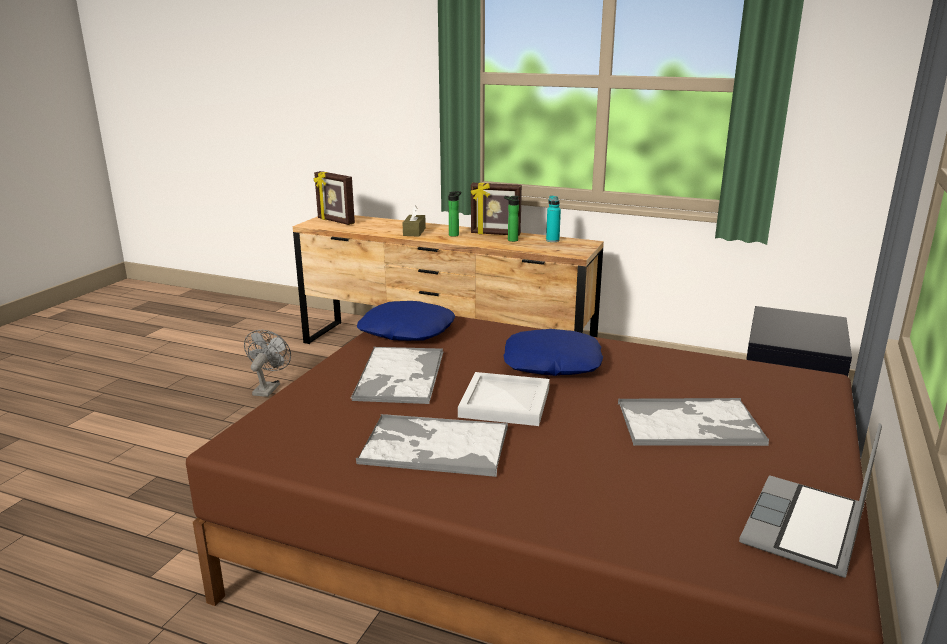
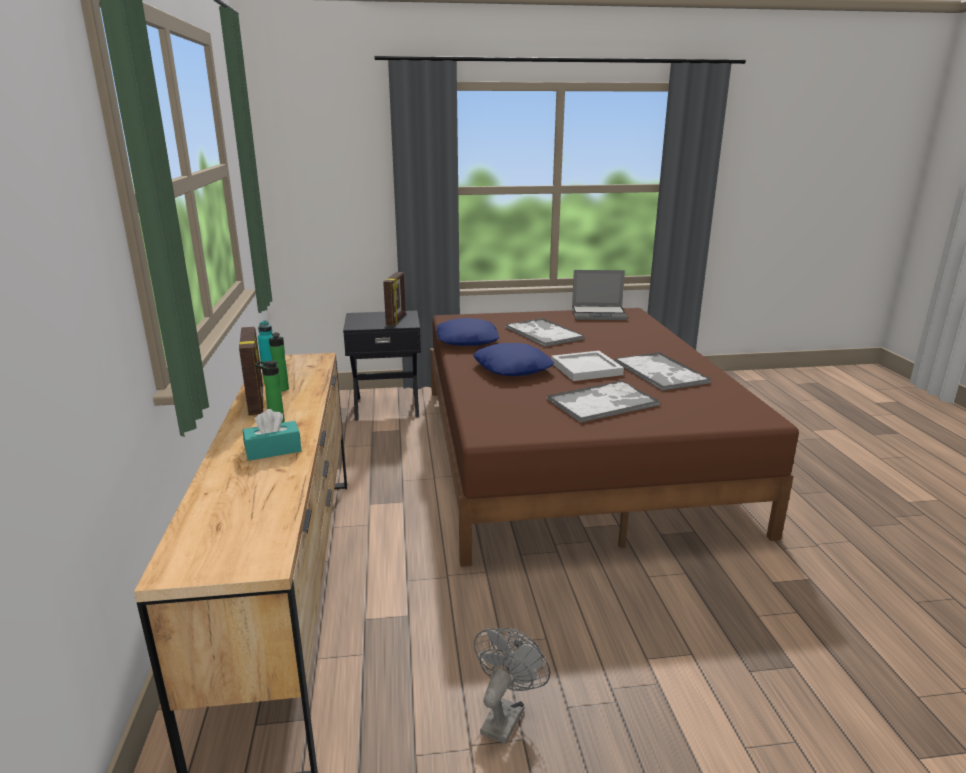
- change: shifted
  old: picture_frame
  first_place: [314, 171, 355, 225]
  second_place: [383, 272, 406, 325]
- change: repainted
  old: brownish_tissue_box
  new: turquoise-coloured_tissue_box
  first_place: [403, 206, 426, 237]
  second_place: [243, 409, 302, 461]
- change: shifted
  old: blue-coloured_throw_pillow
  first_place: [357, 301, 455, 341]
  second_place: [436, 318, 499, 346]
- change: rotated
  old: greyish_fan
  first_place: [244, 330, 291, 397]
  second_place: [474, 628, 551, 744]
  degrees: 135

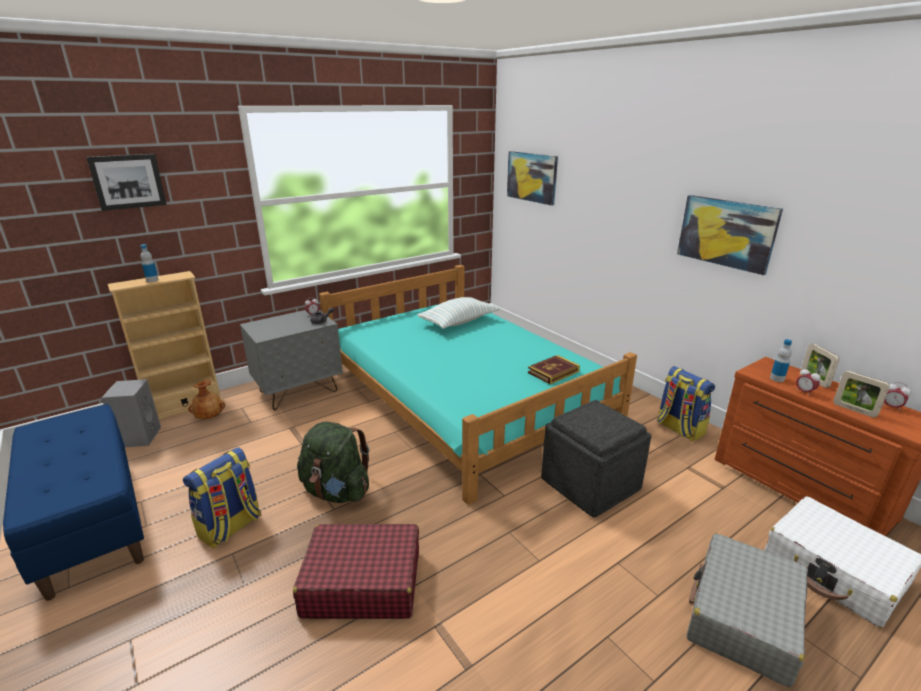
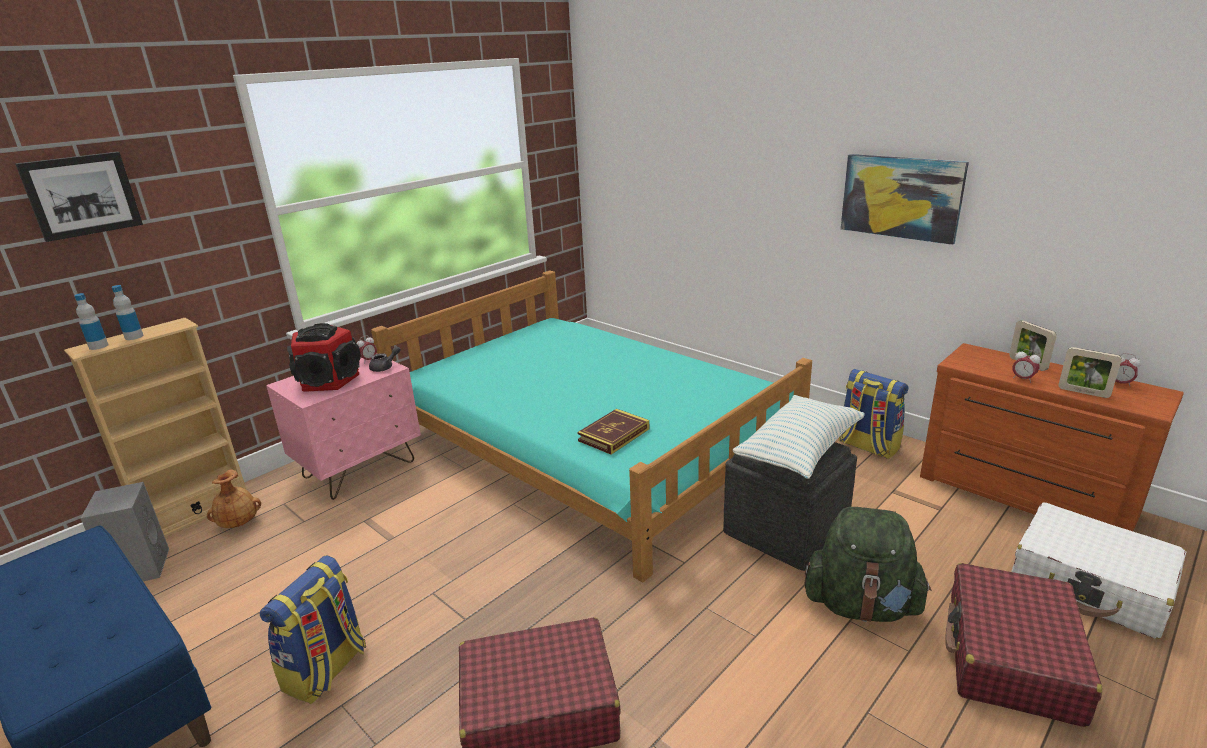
- change: gone
  old: picture
  first_place: [507, 151, 558, 206]
- change: shifted
  old: throw_pillow
  first_place: [417, 297, 499, 329]
  second_place: [732, 395, 865, 479]
- change: repainted
  old: greyish_bedside_table
  new: pink-coloured_bedside_table
  first_place: [240, 310, 343, 410]
  second_place: [266, 353, 421, 500]
- change: shifted
  old: bottle
  first_place: [770, 339, 792, 382]
  second_place: [74, 293, 109, 350]
- change: shifted
  old: volume
  first_place: [528, 355, 580, 385]
  second_place: [578, 409, 649, 455]
- change: shifted
  old: greenish_backpack
  first_place: [297, 421, 370, 503]
  second_place: [805, 507, 932, 622]
- change: repainted
  old: greyish_piece_of_luggage
  new: red_piece_of_luggage
  first_place: [687, 533, 808, 687]
  second_place: [945, 563, 1102, 727]
- change: new
  new: loudspeaker
  second_place: [287, 323, 361, 392]

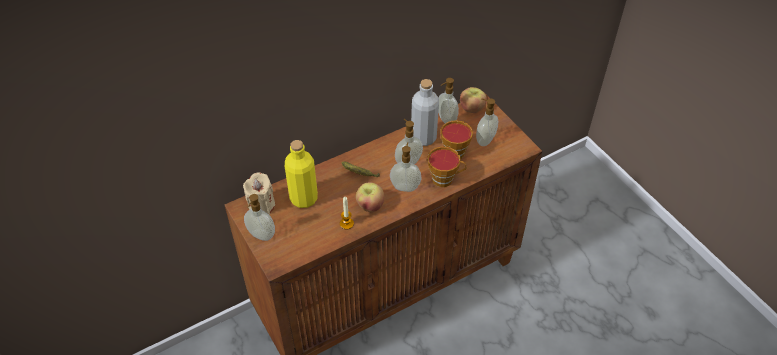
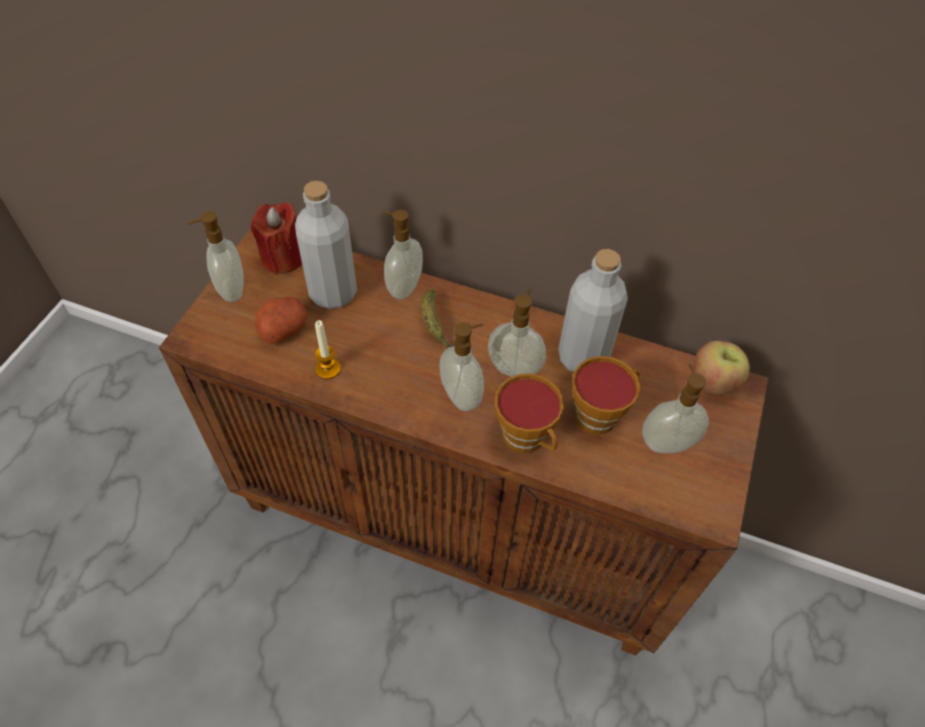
- change: shifted
  old: soap_bottle
  first_place: [438, 78, 459, 123]
  second_place: [382, 210, 423, 299]
- change: repainted
  old: yellow_bottle
  new: greyish_bottle
  first_place: [285, 140, 318, 208]
  second_place: [295, 181, 357, 309]
- change: repainted
  old: beige_candle
  new: red_candle
  first_place: [243, 172, 275, 214]
  second_place: [251, 202, 302, 275]
- change: gone
  old: apple_fruit
  first_place: [356, 182, 384, 212]
- change: new
  new: spud
  second_place: [255, 297, 307, 345]

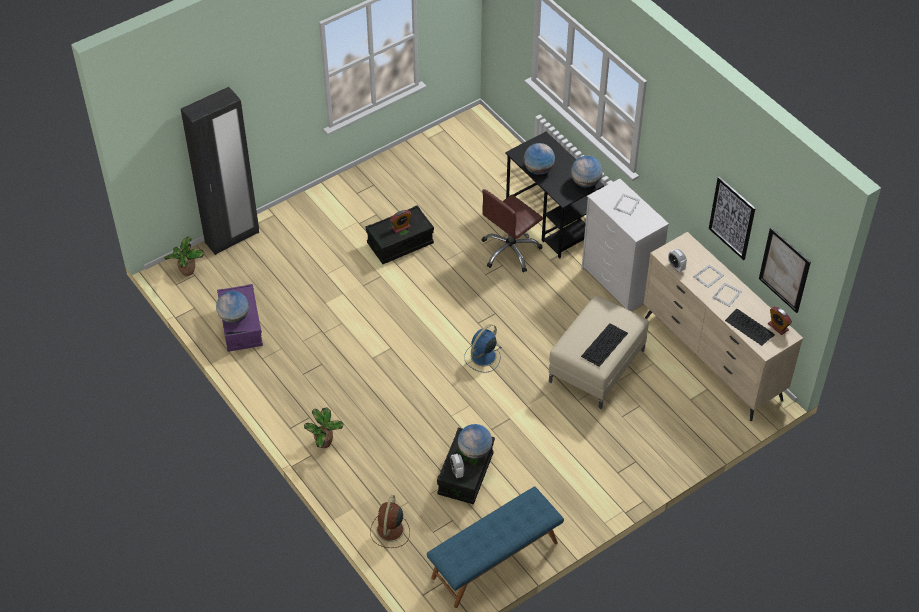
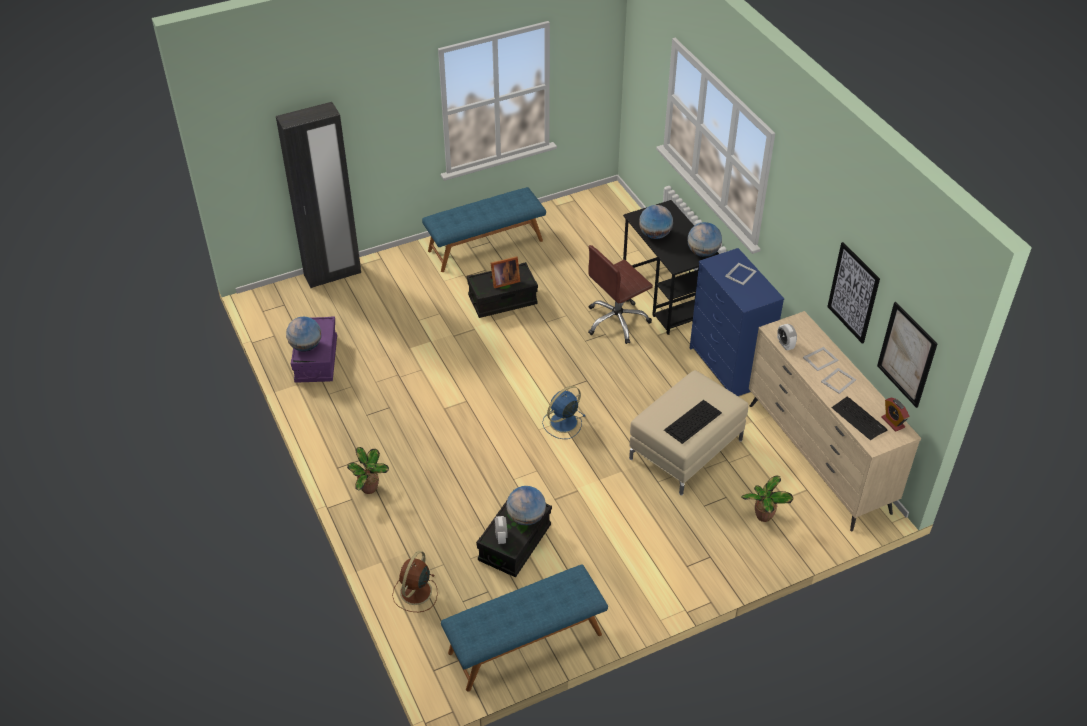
- change: repainted
  old: white_dresser
  new: blue-coloured_dresser
  first_place: [582, 178, 669, 311]
  second_place: [690, 248, 784, 396]
- change: swapped
  old: alarm_clock
  new: picture_frame
  first_place: [390, 210, 412, 233]
  second_place: [490, 256, 520, 288]
- change: shifted
  old: potted_plant
  first_place: [164, 237, 205, 276]
  second_place: [741, 476, 794, 522]
- change: new
  new: blue-coloured_bench
  second_place: [422, 187, 546, 272]

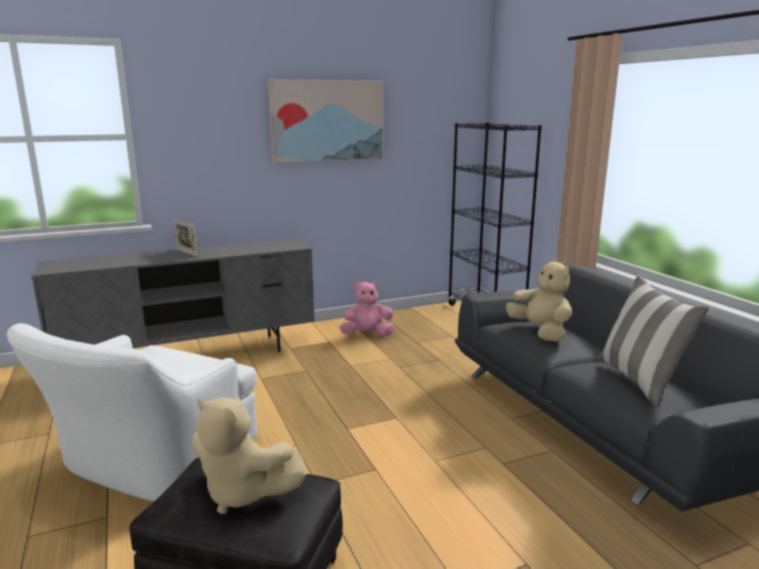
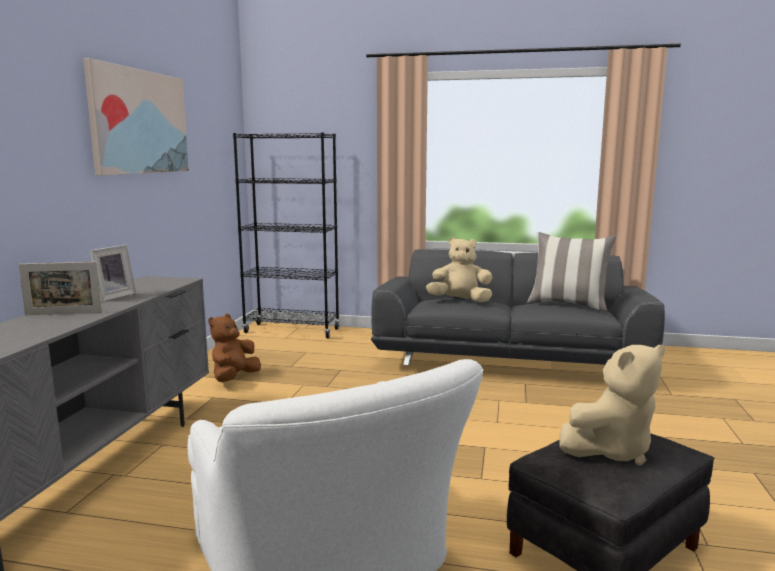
- change: repainted
  old: pink-coloured_cuddly_toy
  new: brownish_cuddly_toy
  first_place: [339, 281, 394, 336]
  second_place: [208, 314, 261, 382]
- change: new
  new: picture_frame
  second_place: [90, 244, 136, 302]

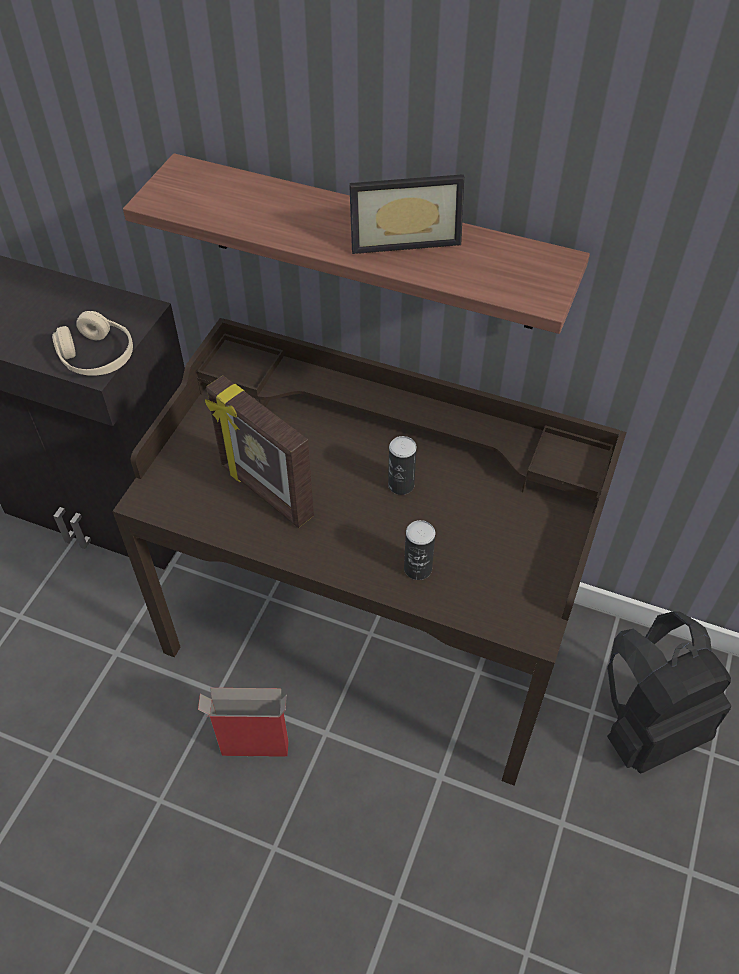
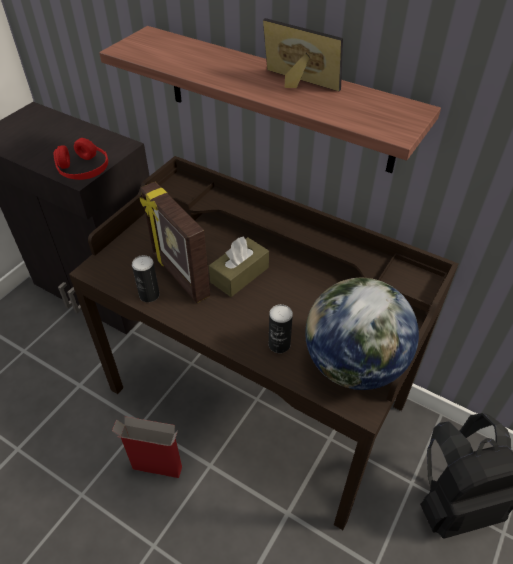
- change: rotated
  old: picture_frame
  first_place: [349, 174, 464, 254]
  second_place: [263, 18, 343, 91]
  degrees: -150
- change: repainted
  old: beige_headset
  new: red_headset
  first_place: [52, 311, 133, 376]
  second_place: [54, 138, 108, 180]
- change: shifted
  old: can
  first_place: [388, 436, 417, 495]
  second_place: [132, 255, 160, 302]
- change: new
  new: brownish_tissue_box
  second_place: [209, 237, 269, 297]
- change: new
  new: desk_globe
  second_place: [305, 278, 419, 390]

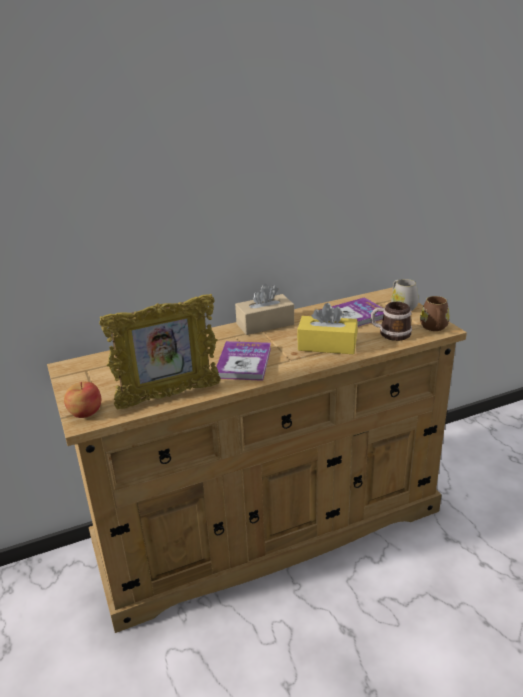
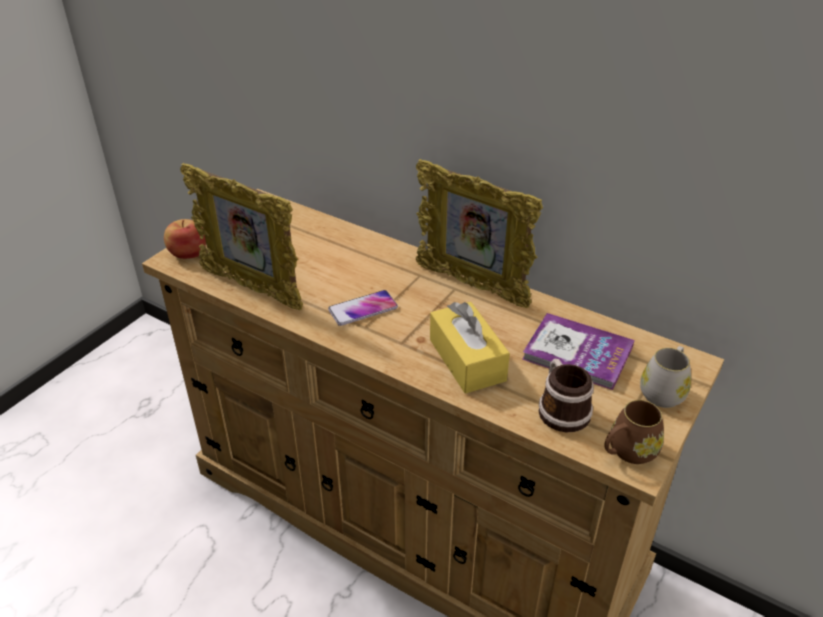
- change: swapped
  old: beige_tissue_box
  new: picture_frame
  first_place: [235, 284, 294, 335]
  second_place: [416, 159, 543, 308]
- change: swapped
  old: volume
  new: phone
  first_place: [216, 341, 271, 381]
  second_place: [328, 290, 398, 326]

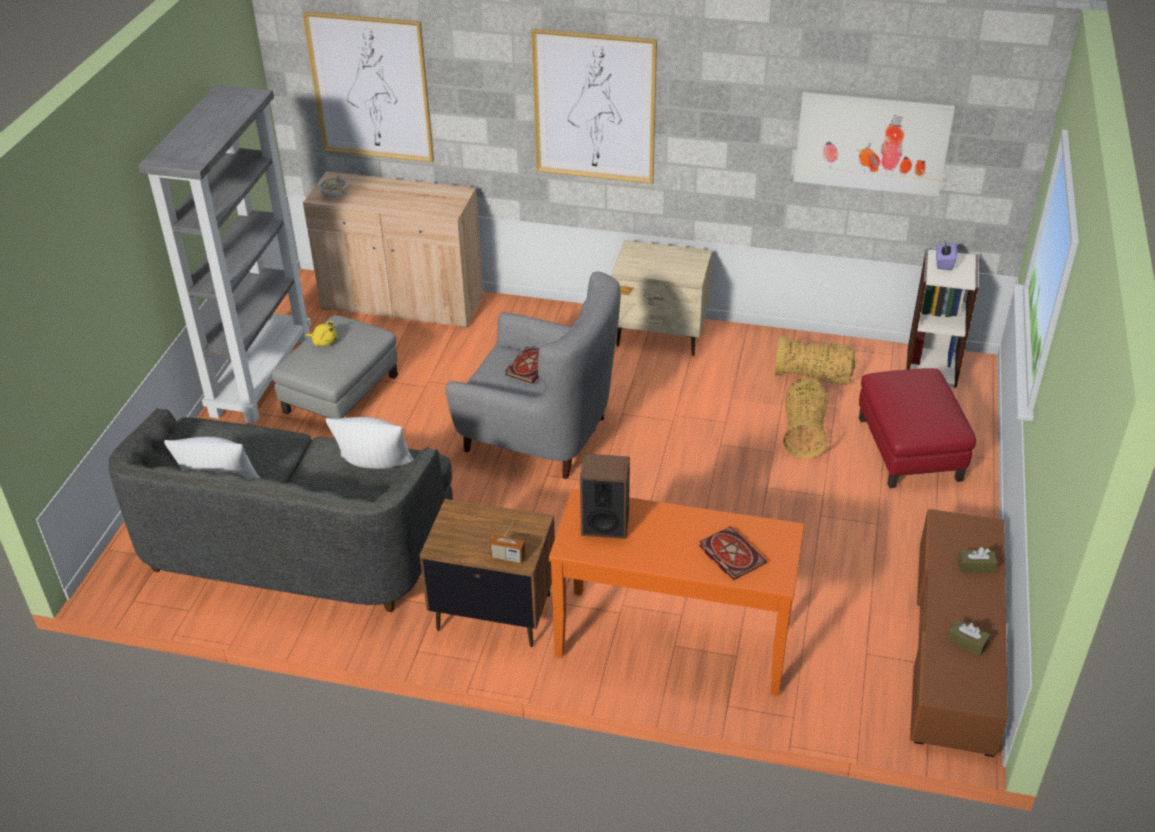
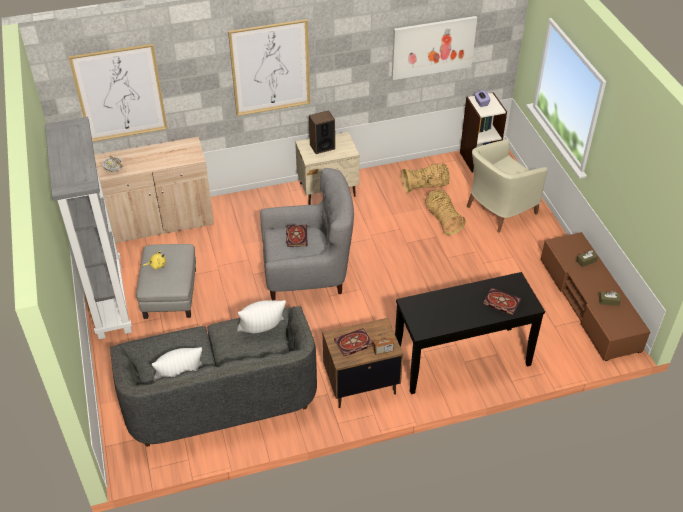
- change: swapped
  old: red_pouffe
  new: beige_lounge_chair
  first_place: [859, 368, 976, 488]
  second_place: [467, 140, 548, 233]
- change: shifted
  old: loudspeaker
  first_place: [580, 454, 630, 539]
  second_place: [309, 110, 335, 154]
- change: repainted
  old: orange-coloured_narrow_table
  new: black-coloured_narrow_table
  first_place: [549, 489, 805, 696]
  second_place: [395, 272, 545, 394]
- change: new
  new: volume
  second_place: [334, 328, 373, 356]

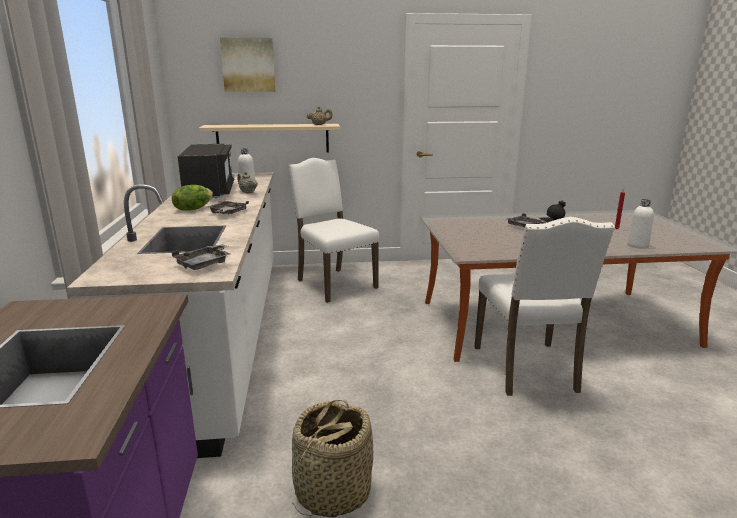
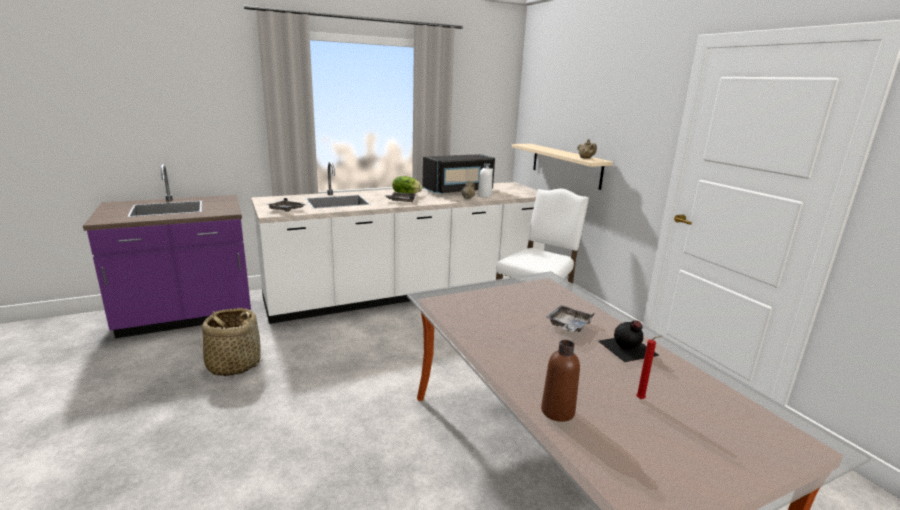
- change: gone
  old: picture
  first_place: [220, 38, 275, 92]
- change: repainted
  old: white_bottle
  new: brownish_bottle
  first_place: [627, 199, 654, 248]
  second_place: [541, 340, 580, 422]
- change: gone
  old: white_plain_chair
  first_place: [474, 217, 615, 396]

